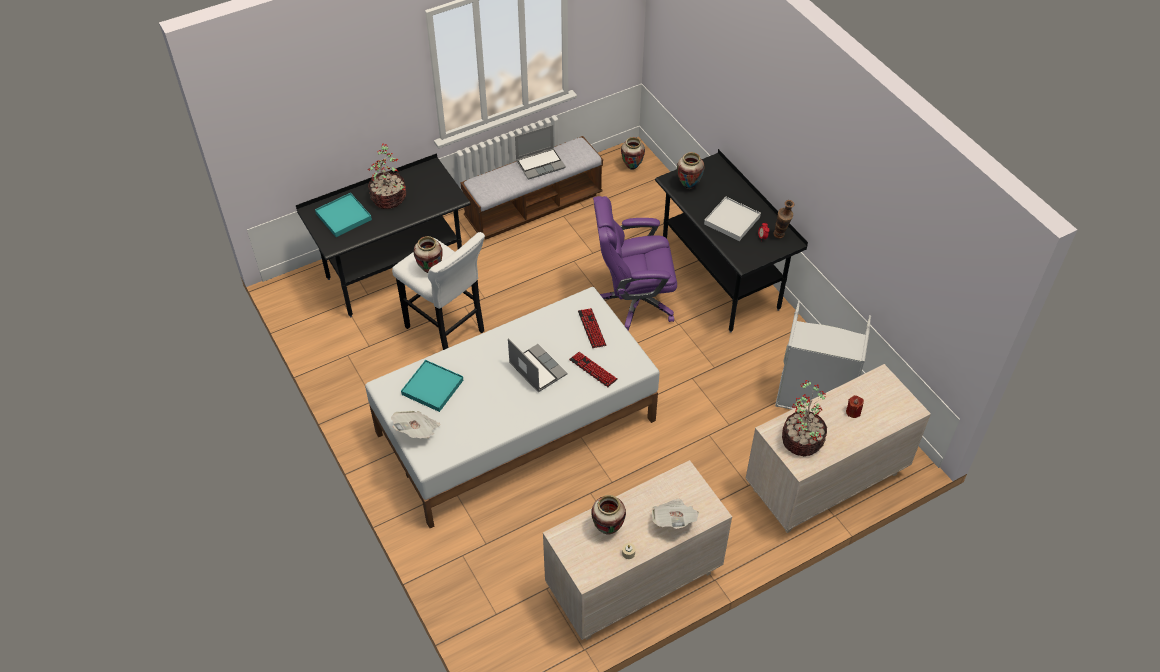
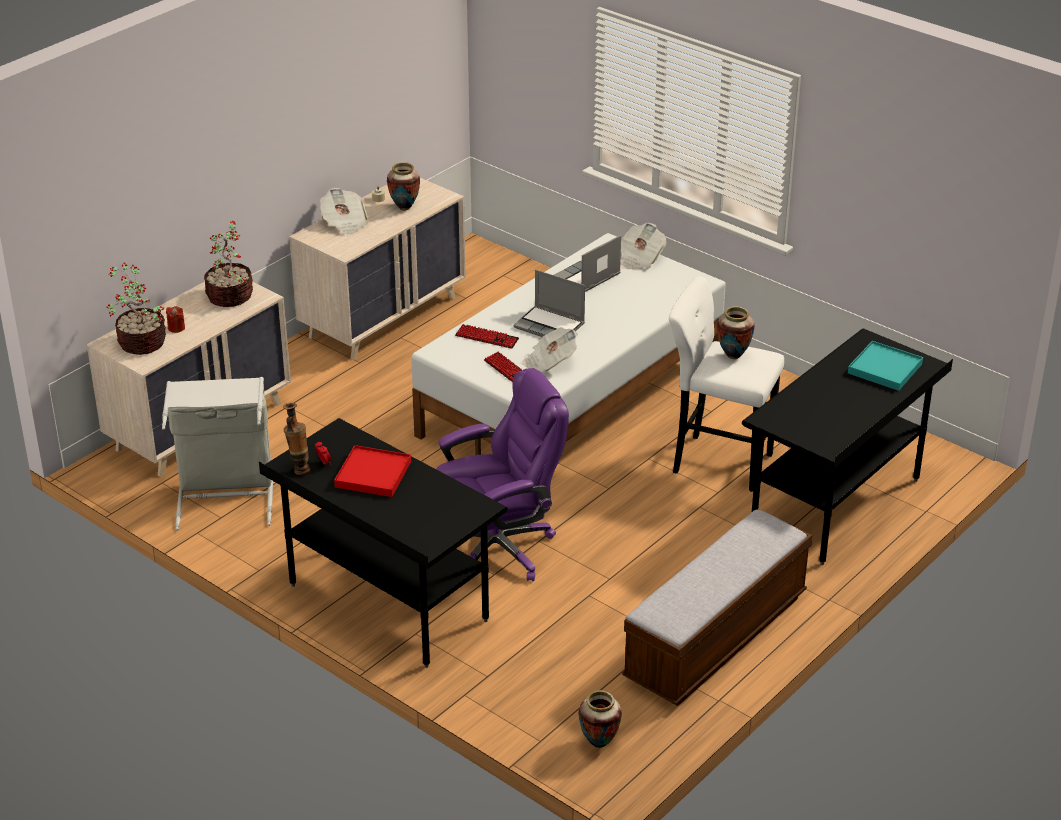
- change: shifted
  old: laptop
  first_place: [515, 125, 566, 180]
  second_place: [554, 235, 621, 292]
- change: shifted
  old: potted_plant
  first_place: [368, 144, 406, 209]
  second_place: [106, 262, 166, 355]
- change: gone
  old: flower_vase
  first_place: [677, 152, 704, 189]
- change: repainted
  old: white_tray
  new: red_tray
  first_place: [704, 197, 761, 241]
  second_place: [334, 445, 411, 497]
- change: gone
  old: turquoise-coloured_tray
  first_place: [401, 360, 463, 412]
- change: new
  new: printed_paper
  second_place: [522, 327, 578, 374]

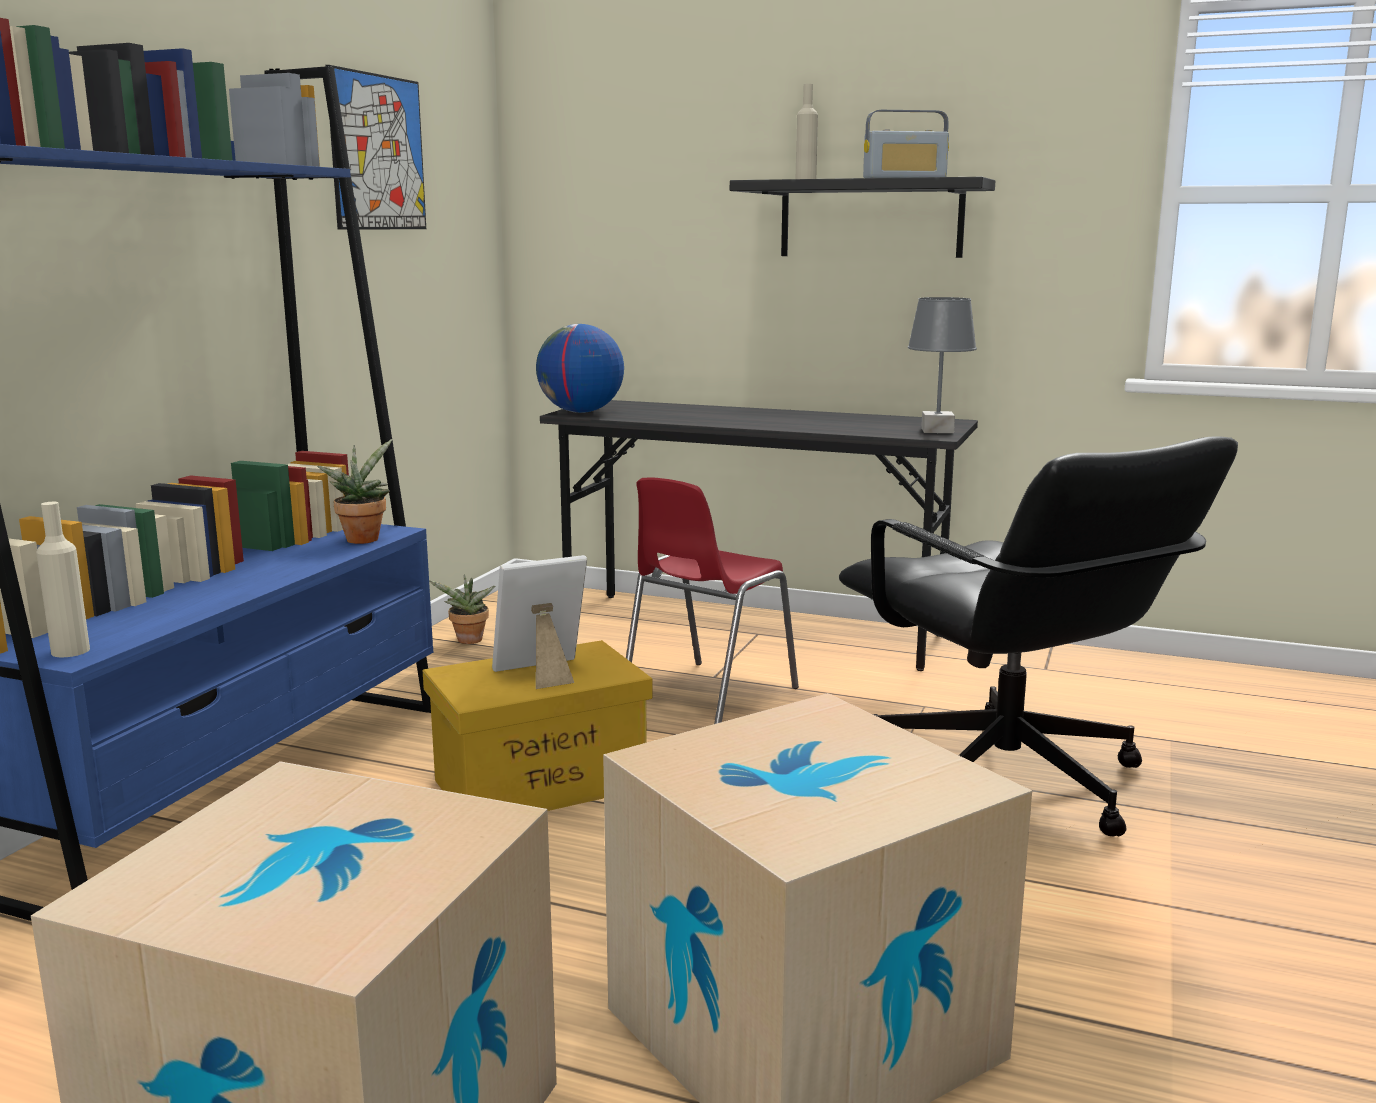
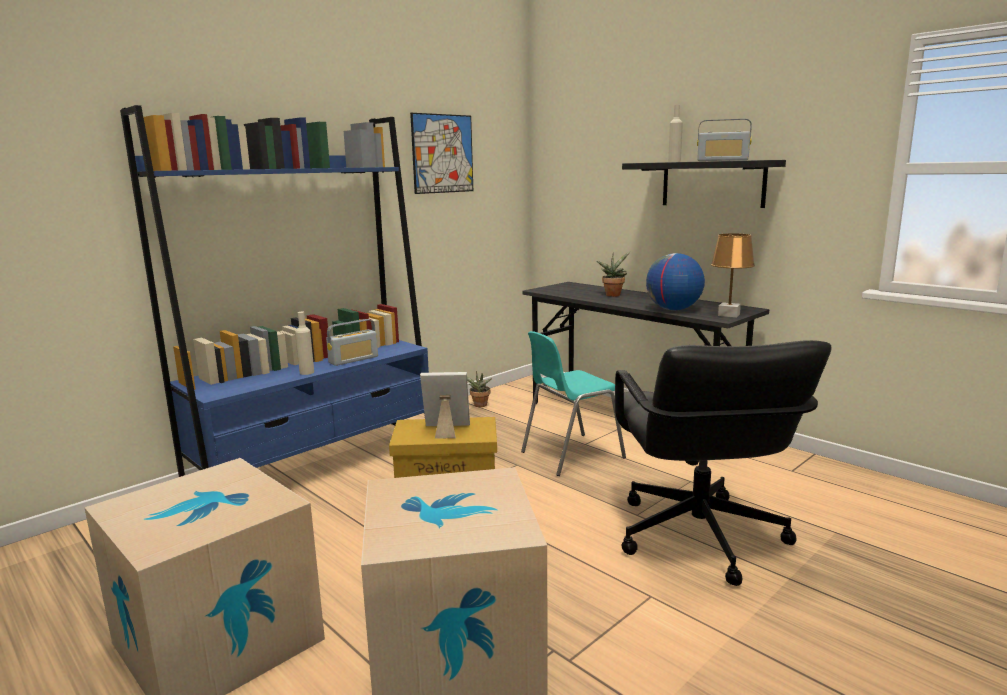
- change: repainted
  old: greyish_lamp_for_a_table
  new: brownish_lamp_for_a_table
  first_place: [908, 297, 977, 433]
  second_place: [711, 233, 755, 318]
- change: shifted
  old: desk_globe
  first_place: [536, 324, 624, 413]
  second_place: [646, 253, 705, 310]
- change: shifted
  old: potted_plant
  first_place: [317, 439, 392, 544]
  second_place: [597, 251, 630, 297]
- change: repainted
  old: red_plain_chair
  new: turquoise-coloured_plain_chair
  first_place: [626, 478, 799, 724]
  second_place: [521, 331, 626, 476]
- change: shifted
  old: beige_bottle
  first_place: [36, 502, 90, 657]
  second_place: [295, 312, 314, 375]
- change: new
  new: radio_set
  second_place: [326, 319, 378, 366]

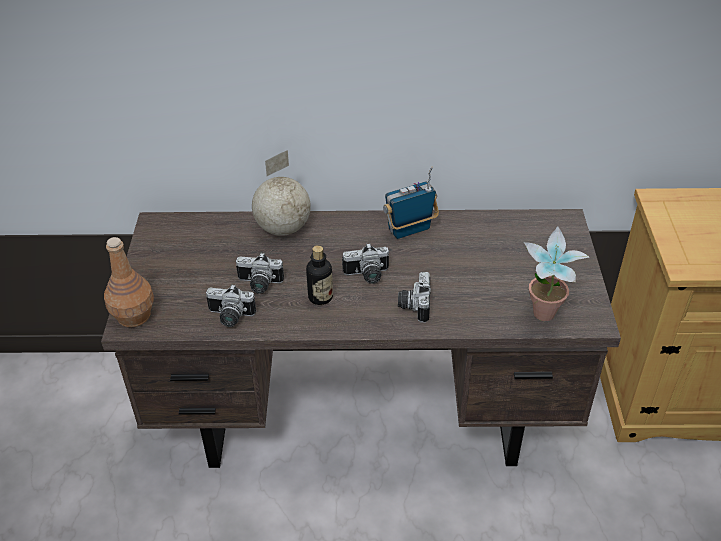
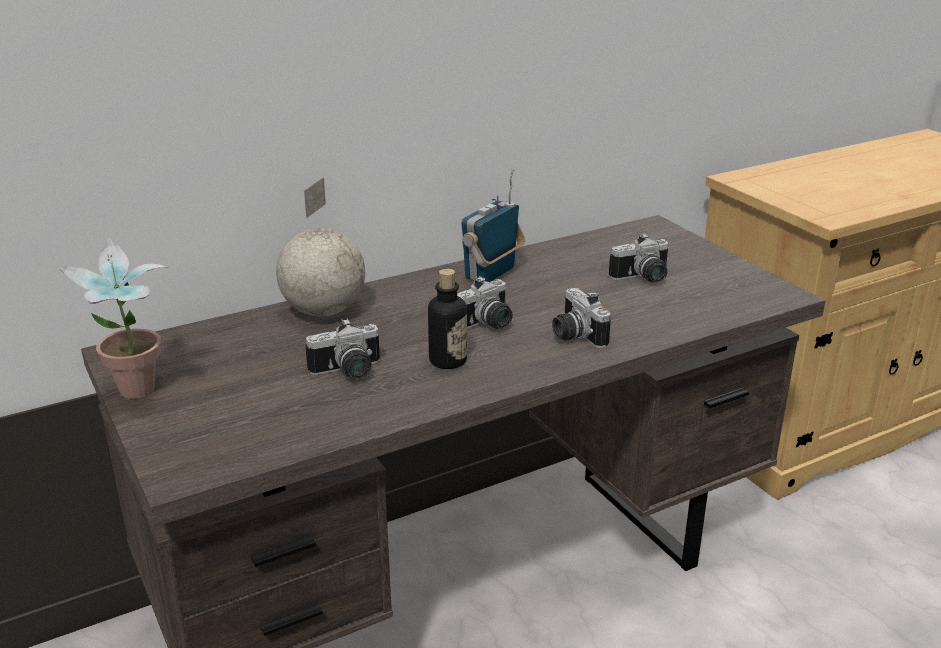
- change: shifted
  old: potted_plant
  first_place: [524, 226, 590, 321]
  second_place: [56, 237, 169, 399]
- change: gone
  old: brownish_bottle
  first_place: [104, 237, 154, 327]
- change: shifted
  old: photo_camera
  first_place: [206, 284, 256, 327]
  second_place: [609, 233, 669, 283]

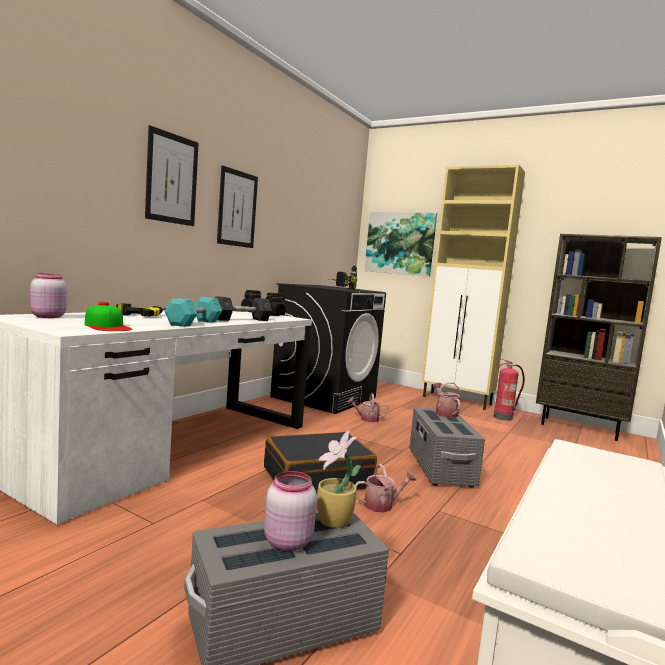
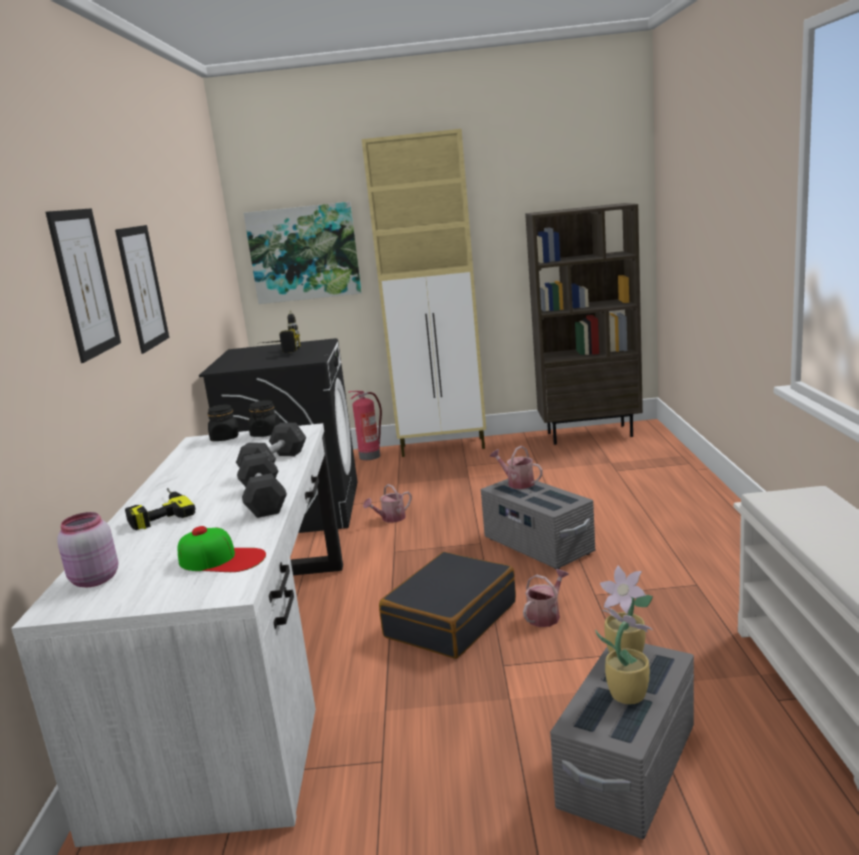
- change: repainted
  old: turquoise-coloured_dumbbell
  new: greyish_dumbbell
  first_place: [165, 297, 222, 327]
  second_place: [237, 453, 287, 518]
- change: shifted
  old: fire-fighting_cylinder
  first_place: [494, 359, 525, 421]
  second_place: [349, 391, 382, 460]
- change: swapped
  old: pink-coloured_storage_jar
  new: potted_plant
  first_place: [264, 471, 317, 551]
  second_place: [595, 607, 653, 704]

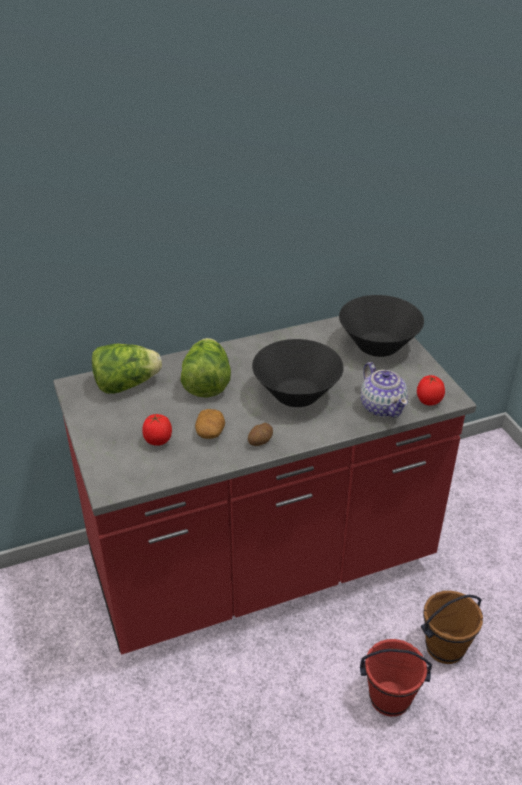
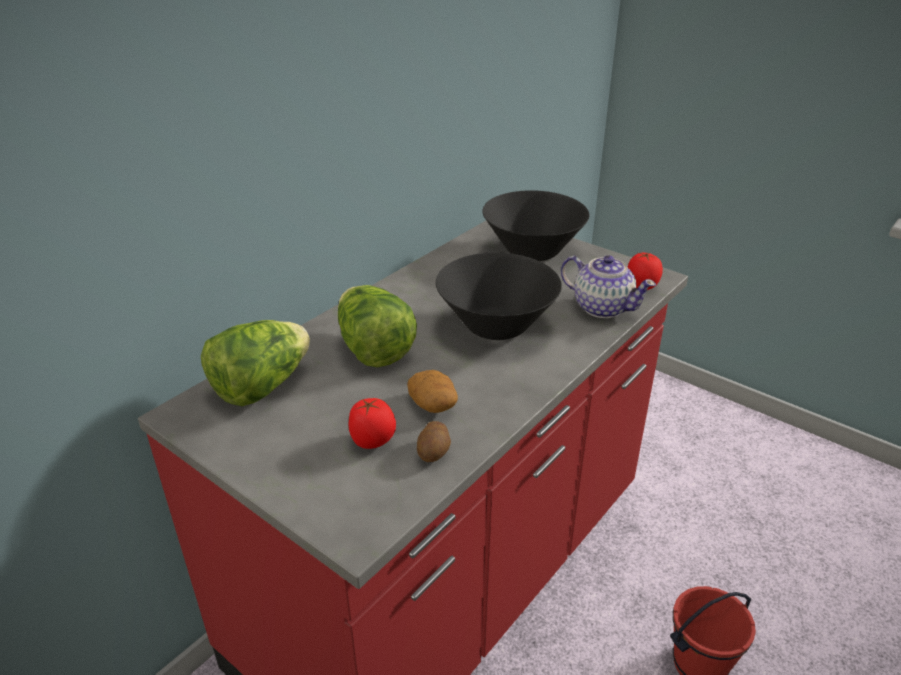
- change: shifted
  old: spud
  first_place: [248, 423, 273, 446]
  second_place: [417, 421, 451, 462]
- change: gone
  old: brownish_pail
  first_place: [421, 591, 483, 664]

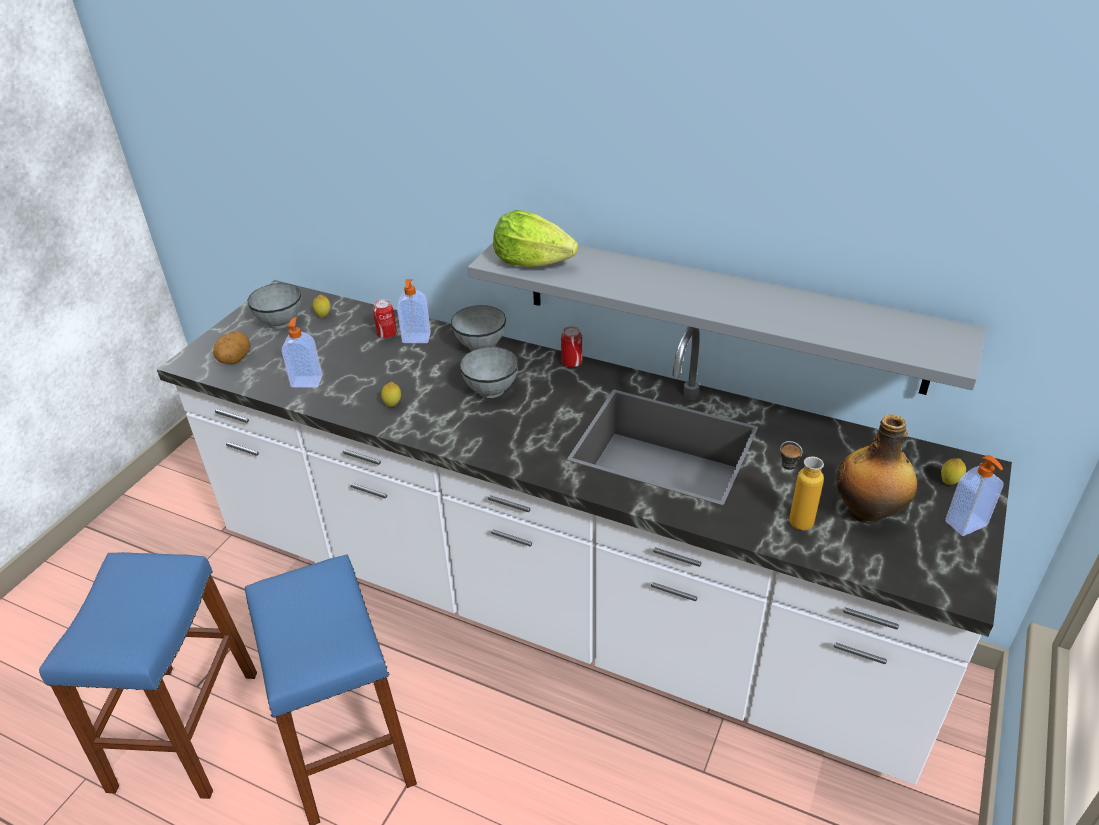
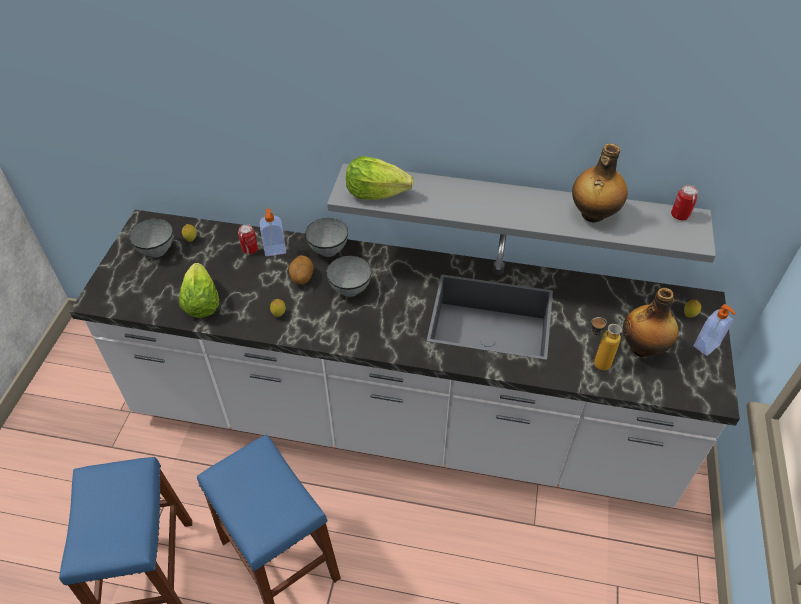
- change: swapped
  old: soap_bottle
  new: lettuce
  first_place: [282, 317, 322, 388]
  second_place: [179, 263, 219, 318]
- change: shifted
  old: can
  first_place: [561, 326, 582, 367]
  second_place: [671, 185, 698, 220]
- change: shifted
  old: spud
  first_place: [213, 331, 250, 364]
  second_place: [289, 255, 313, 284]
- change: new
  new: bottle
  second_place: [572, 144, 627, 223]

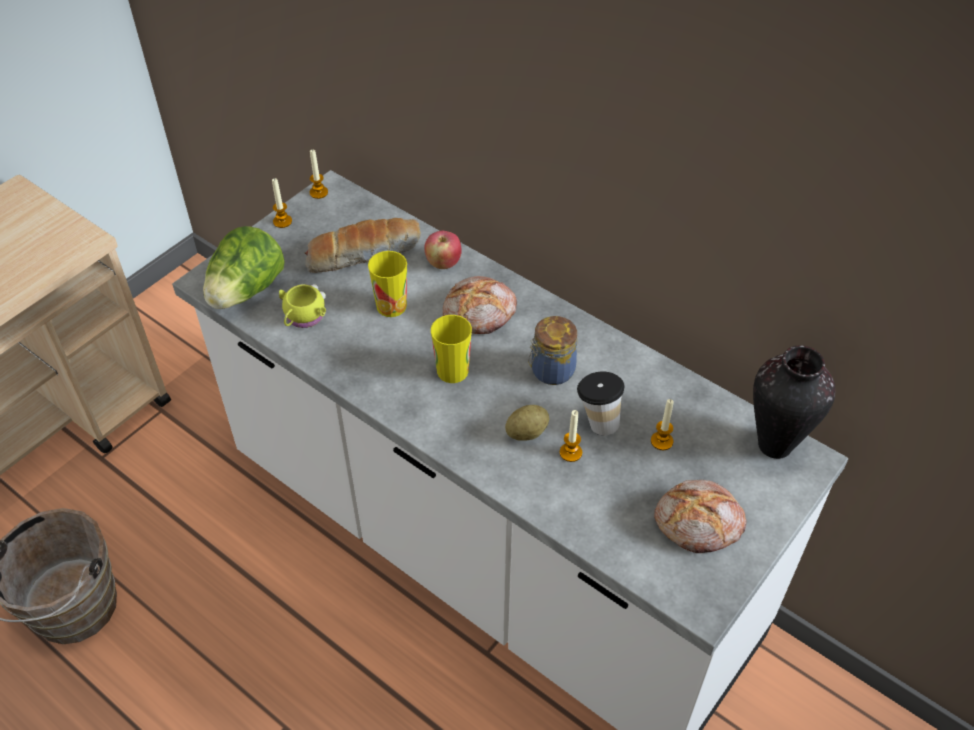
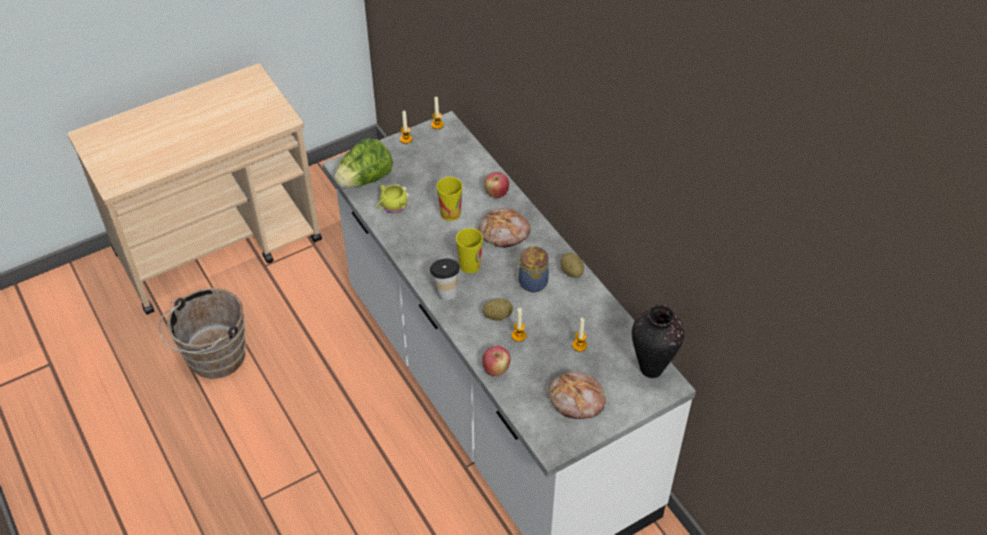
- change: gone
  old: bakery_bread
  first_place: [305, 218, 421, 273]
- change: shifted
  old: cup
  first_place: [577, 372, 625, 435]
  second_place: [430, 259, 460, 300]
- change: new
  new: spud
  second_place: [560, 253, 584, 278]
- change: new
  new: apple_fruit
  second_place: [482, 346, 510, 376]

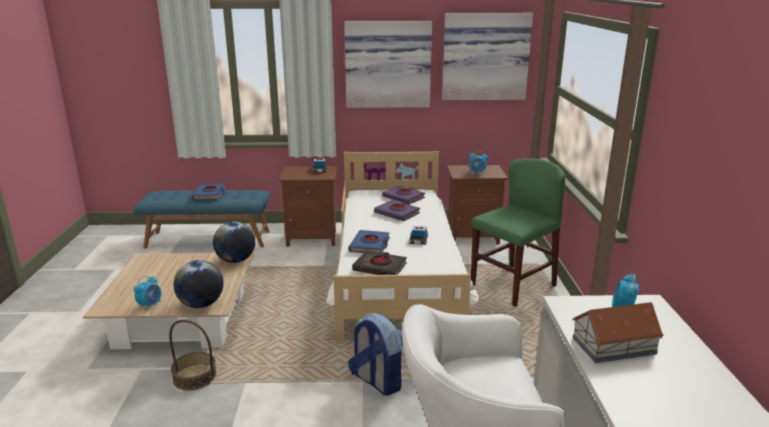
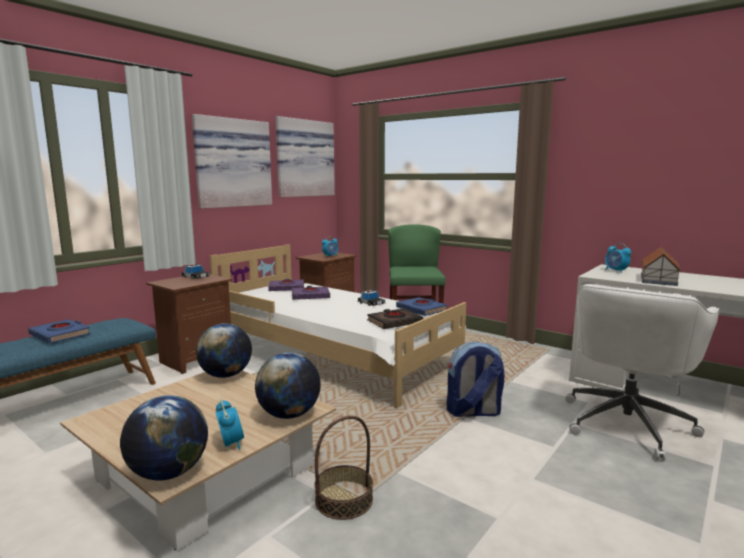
- change: shifted
  old: blue-coloured_volume
  first_place: [349, 230, 390, 253]
  second_place: [396, 297, 447, 316]
- change: new
  new: desk_globe
  second_place: [120, 395, 208, 481]

